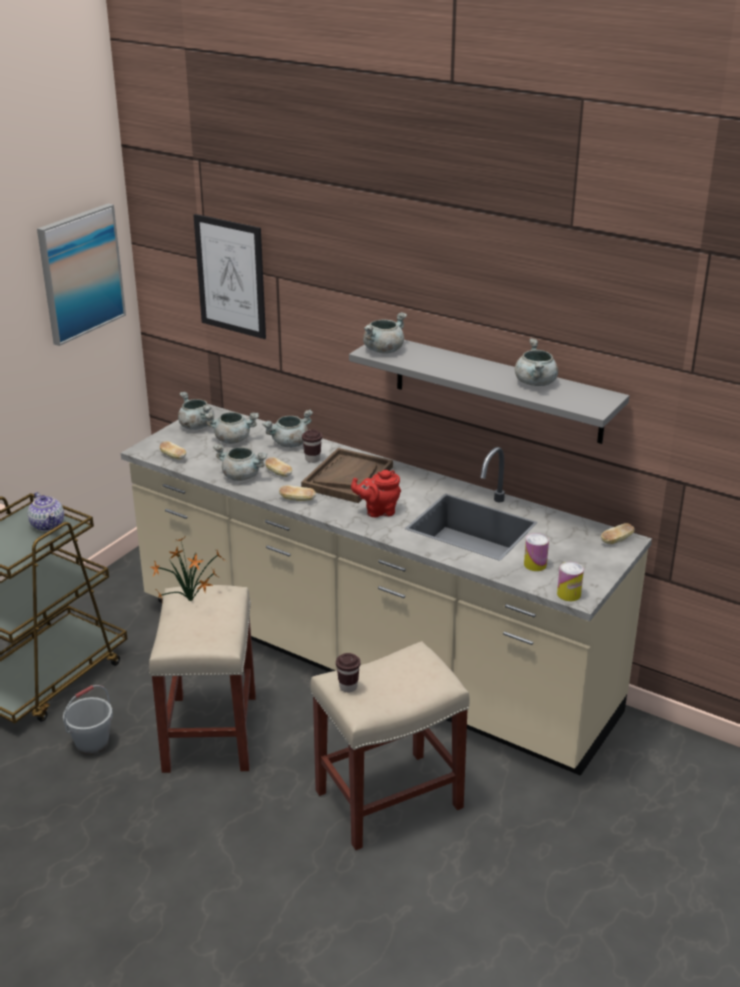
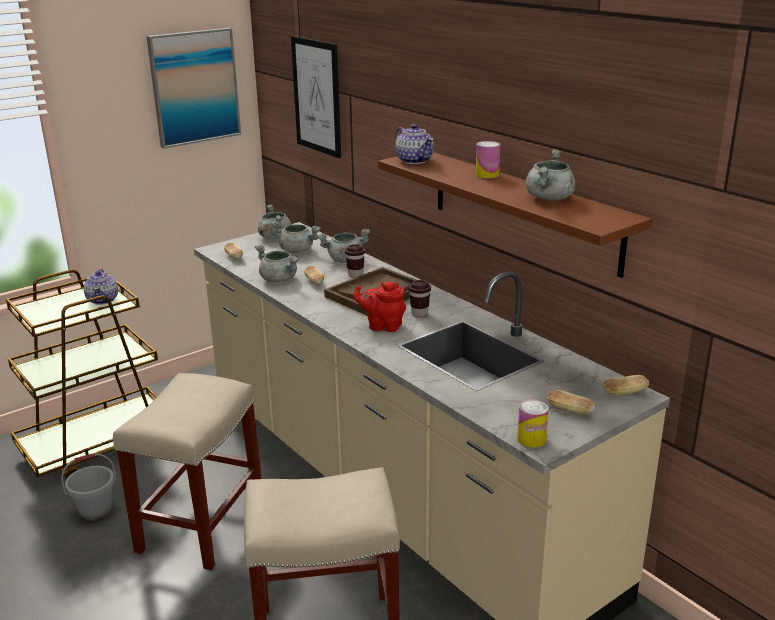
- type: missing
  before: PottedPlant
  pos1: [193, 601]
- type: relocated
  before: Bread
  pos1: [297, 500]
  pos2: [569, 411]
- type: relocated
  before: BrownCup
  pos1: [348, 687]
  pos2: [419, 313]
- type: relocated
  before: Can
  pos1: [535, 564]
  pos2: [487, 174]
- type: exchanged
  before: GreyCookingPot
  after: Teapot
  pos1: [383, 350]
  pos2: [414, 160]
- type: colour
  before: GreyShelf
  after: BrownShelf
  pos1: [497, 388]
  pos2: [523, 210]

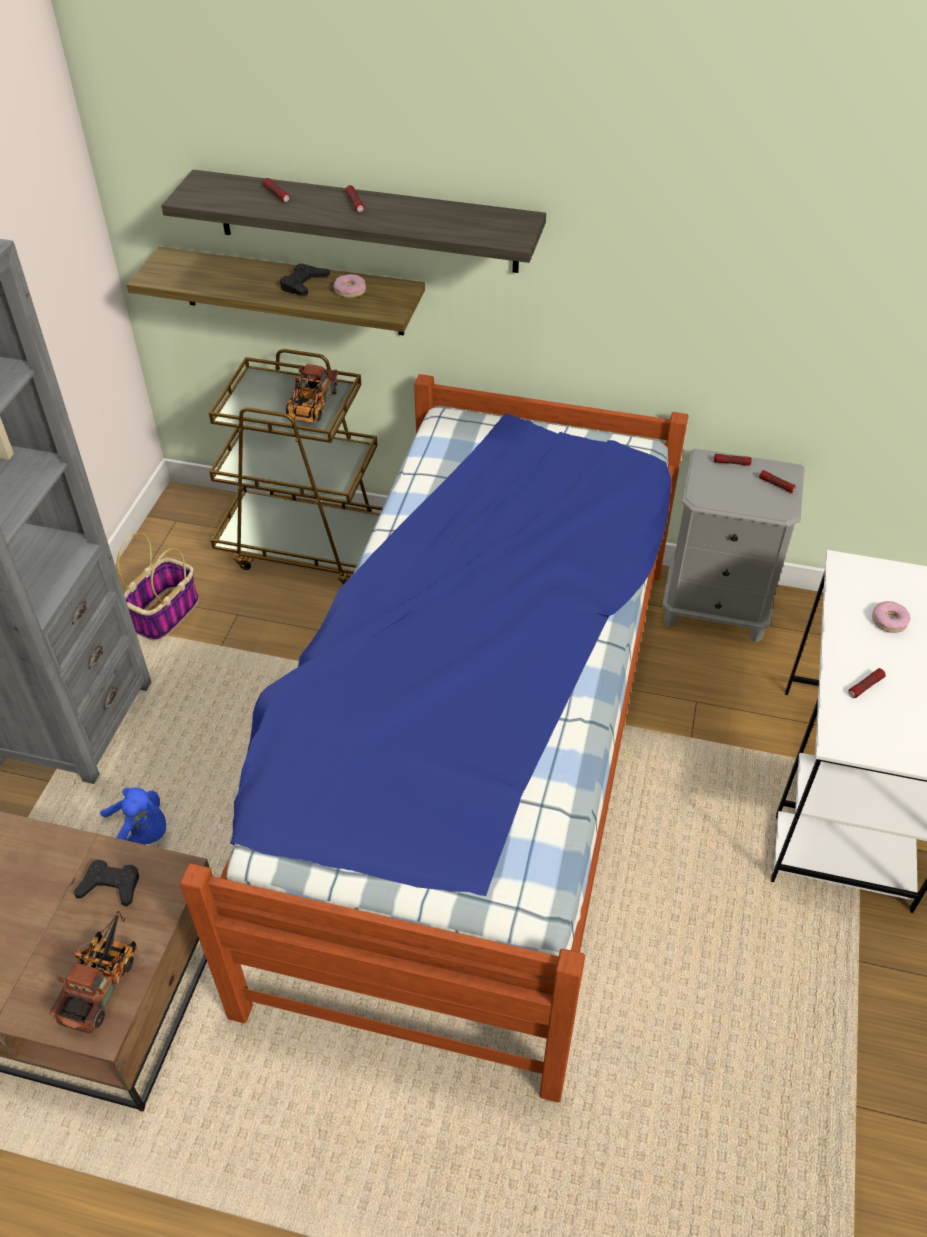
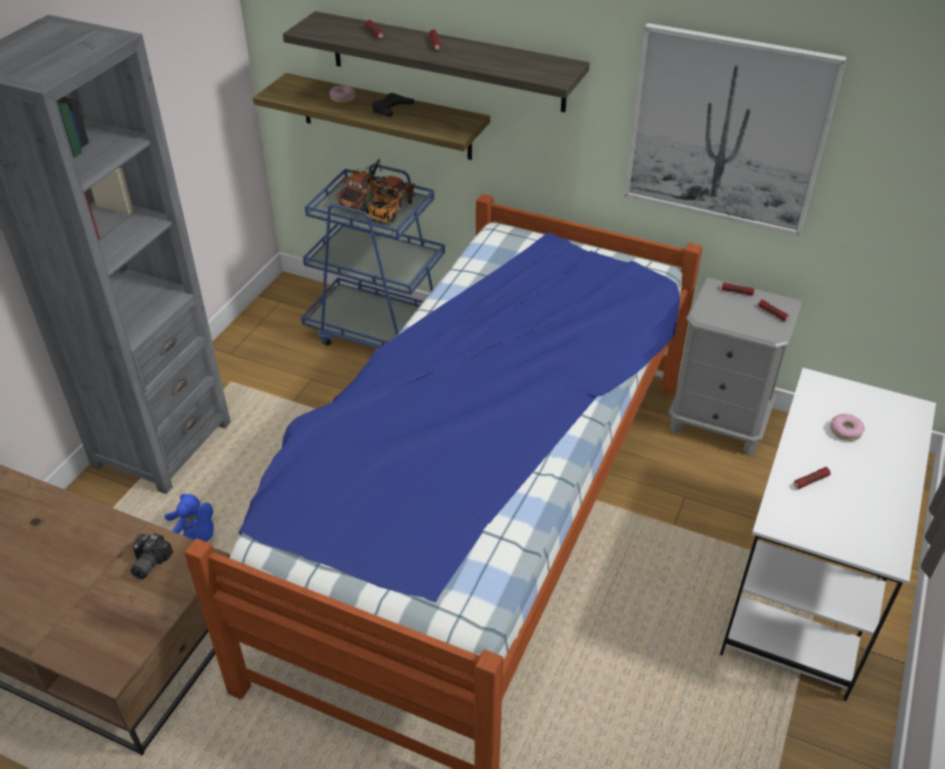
- type: missing
  before: Basket
  pos1: [166, 613]
- type: appeared
  after: Picture
  pos2: [726, 130]
- type: relocated
  before: ToyTruck
  pos1: [103, 981]
  pos2: [365, 198]
- type: relocated
  before: Donut
  pos1: [350, 291]
  pos2: [343, 98]
- type: exchanged
  before: BlackGameController
  after: PhotoCamera
  pos1: [110, 886]
  pos2: [147, 563]
- type: colour
  before: BrownCart
  after: BlueCart
  pos1: [308, 546]
  pos2: [381, 333]

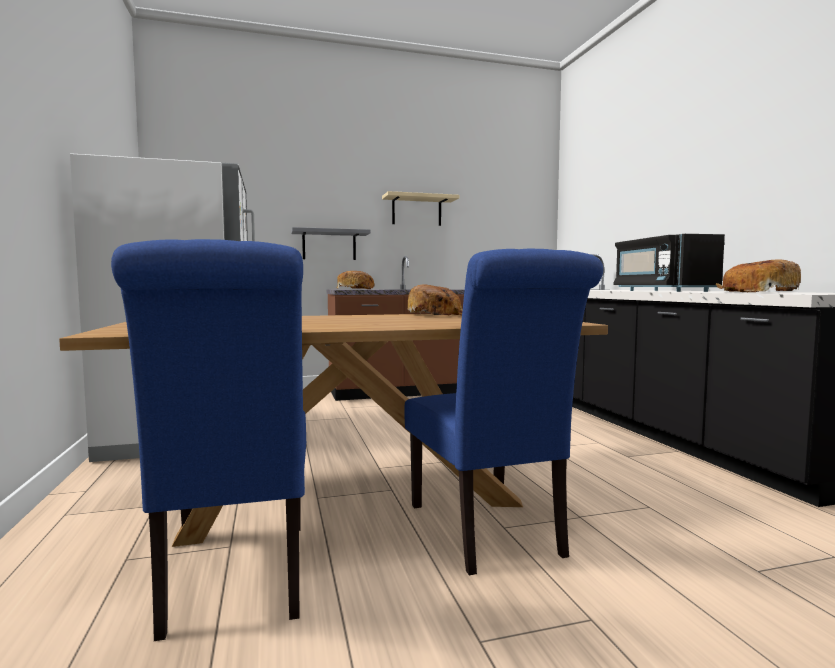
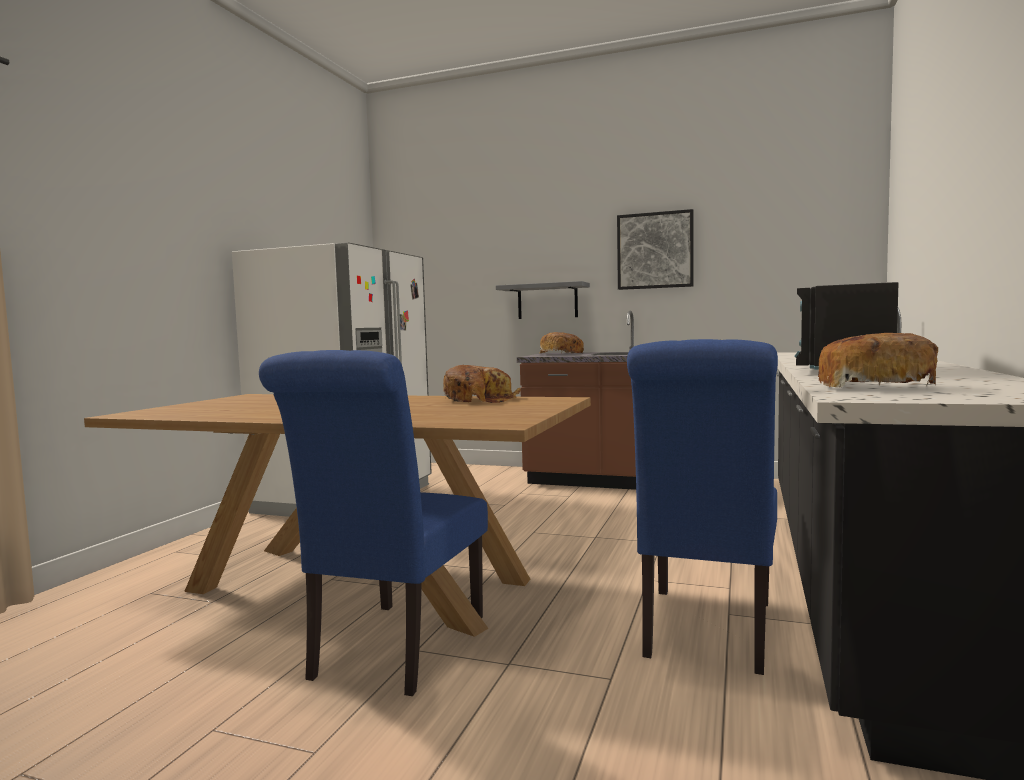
- type: relocated
  before: BlueChair
  pos1: [236, 581]
  pos2: [706, 633]
- type: exchanged
  before: BeigeShelf
  after: Picture
  pos1: [416, 211]
  pos2: [655, 250]

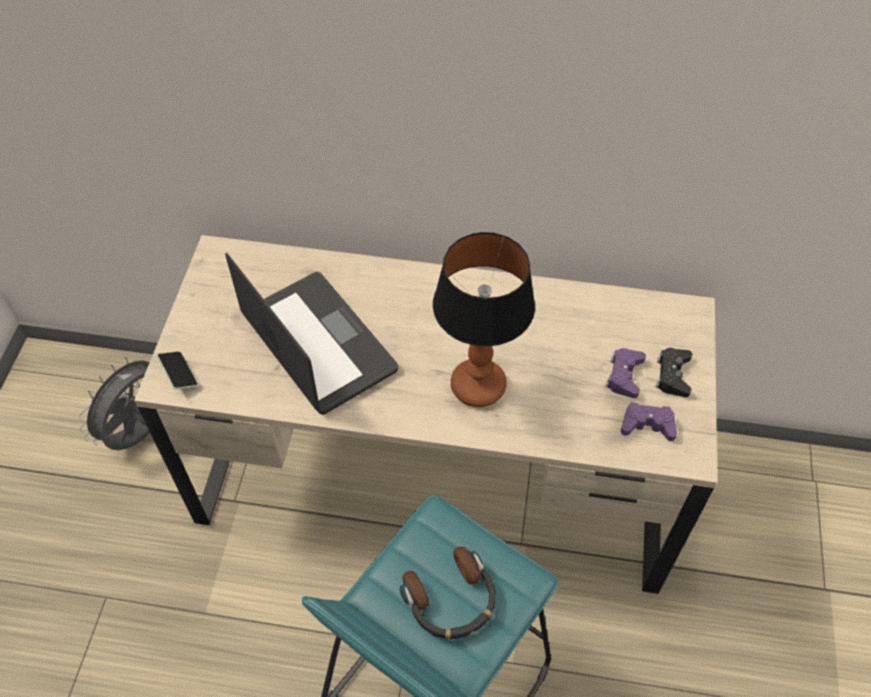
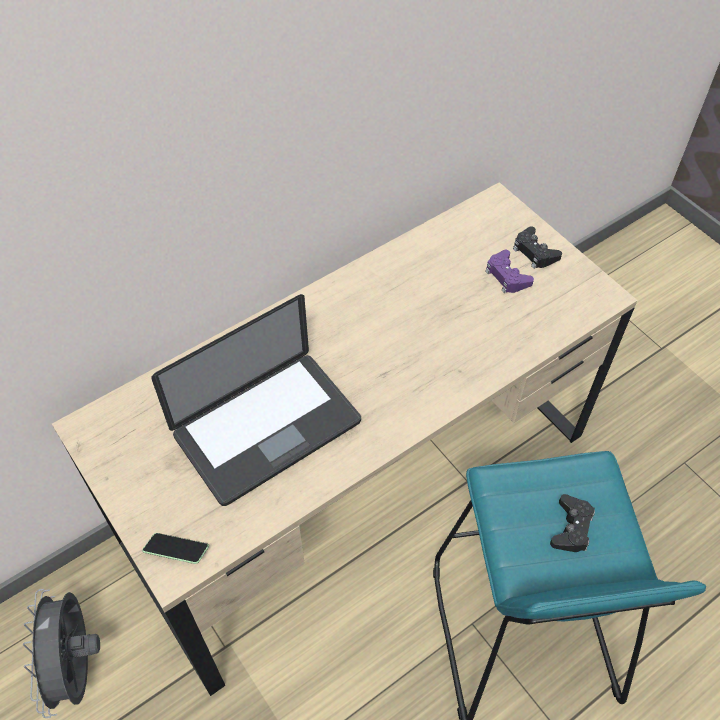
- type: missing
  before: TableLamp
  pos1: [479, 386]
- type: missing
  before: PurpleGameController
  pos1: [647, 425]
- type: exchanged
  before: Headphones
  after: BlackGameController
  pos1: [451, 600]
  pos2: [571, 528]
- type: spun
  before: Laptop
  pos1: [318, 343]
  pos2: [267, 428]
  turn: 135

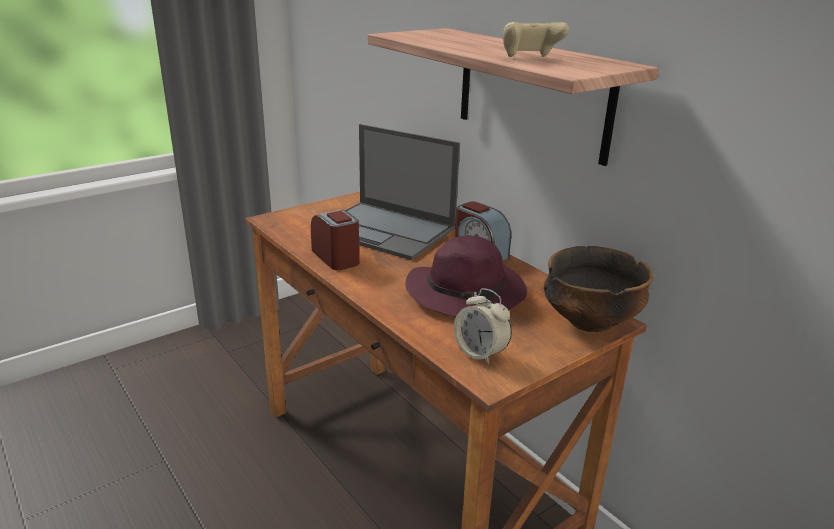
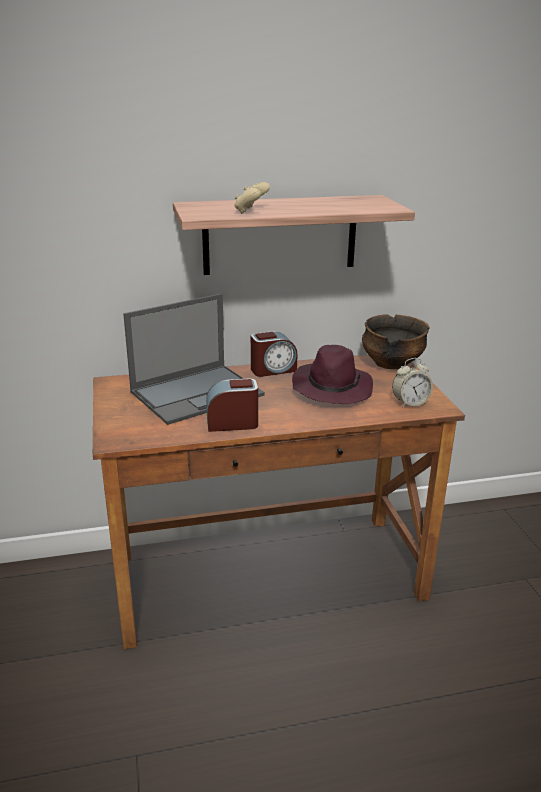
- type: relocated
  before: BeigeGameController
  pos1: [529, 58]
  pos2: [251, 211]

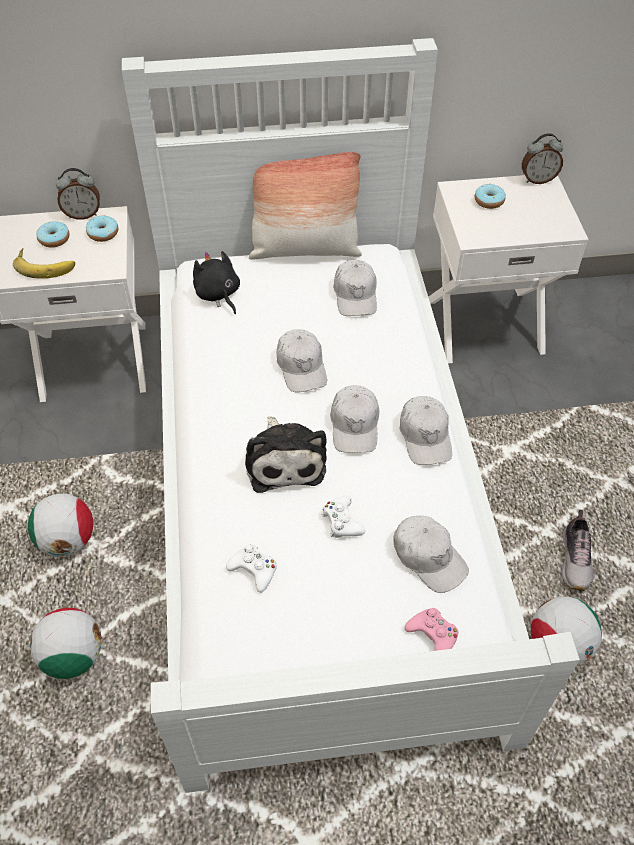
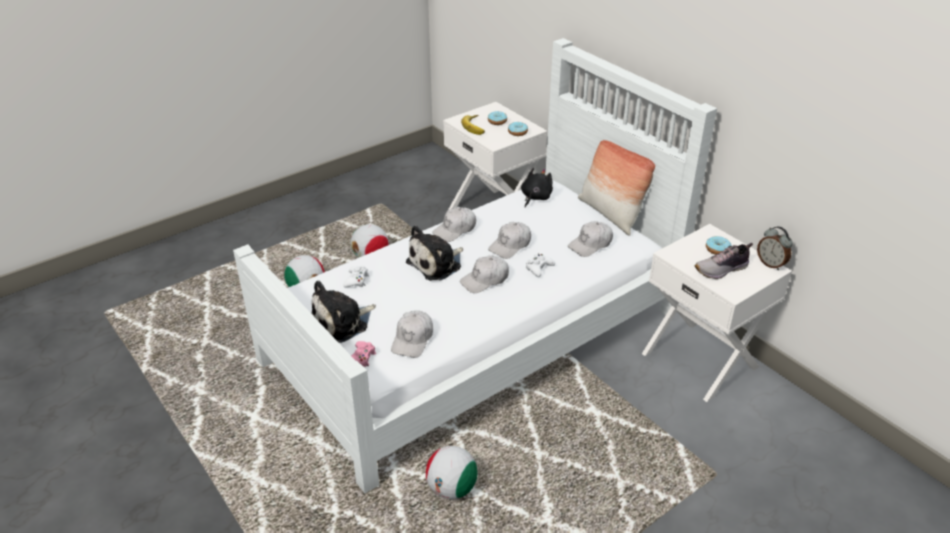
- type: missing
  before: AlarmClock
  pos1: [83, 214]
- type: appeared
  after: PlushToy
  pos2: [342, 323]
- type: relocated
  before: WhiteGameController
  pos1: [342, 521]
  pos2: [538, 268]
- type: relocated
  before: WhiteCap
  pos1: [425, 436]
  pos2: [455, 230]
- type: relocated
  before: Shoe
  pos1: [576, 559]
  pos2: [722, 270]

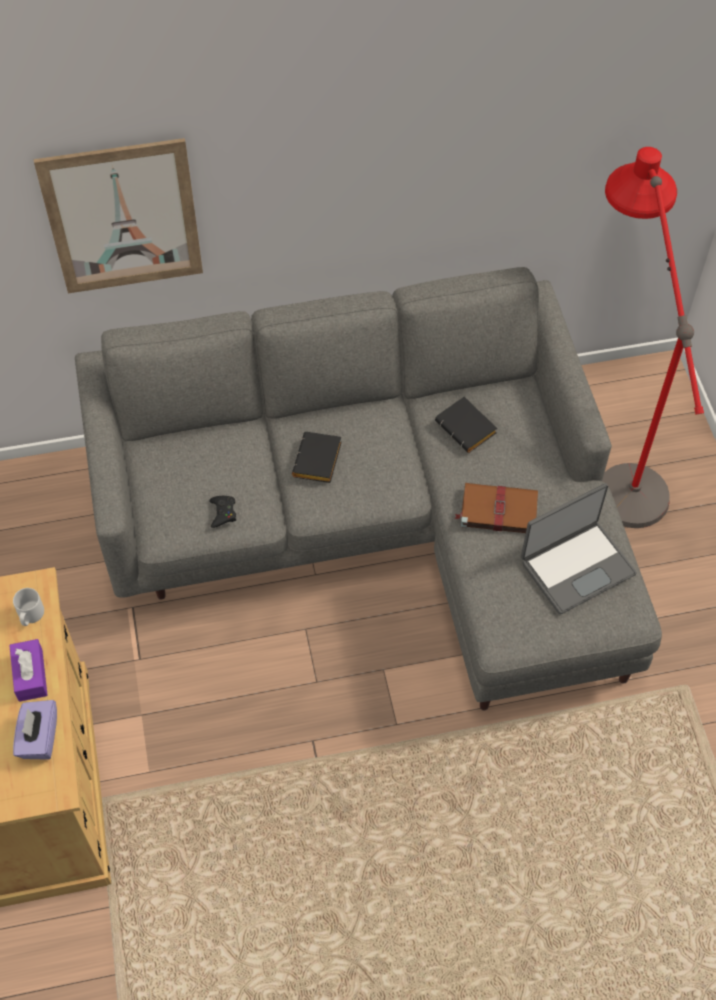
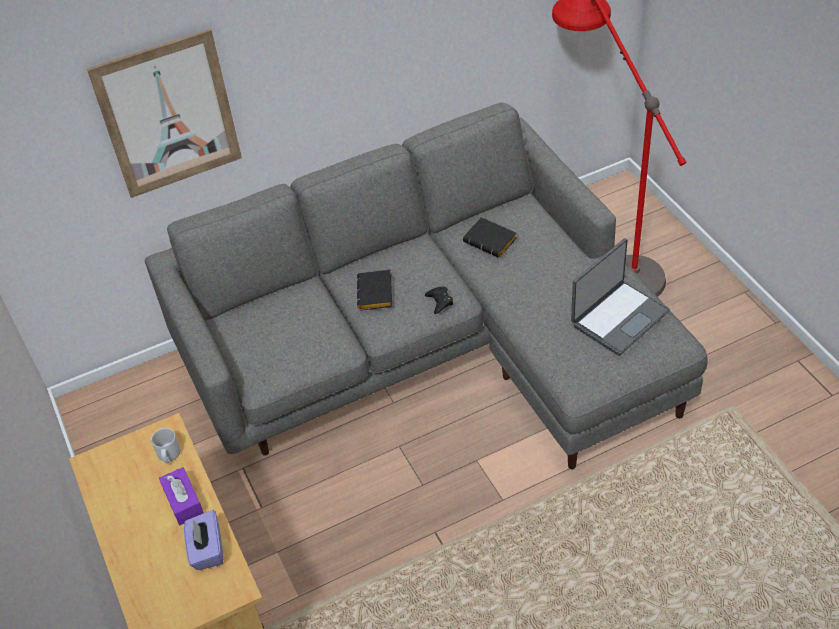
- type: missing
  before: BrownBook
  pos1: [497, 510]
- type: relocated
  before: BlackGameController
  pos1: [223, 513]
  pos2: [439, 301]

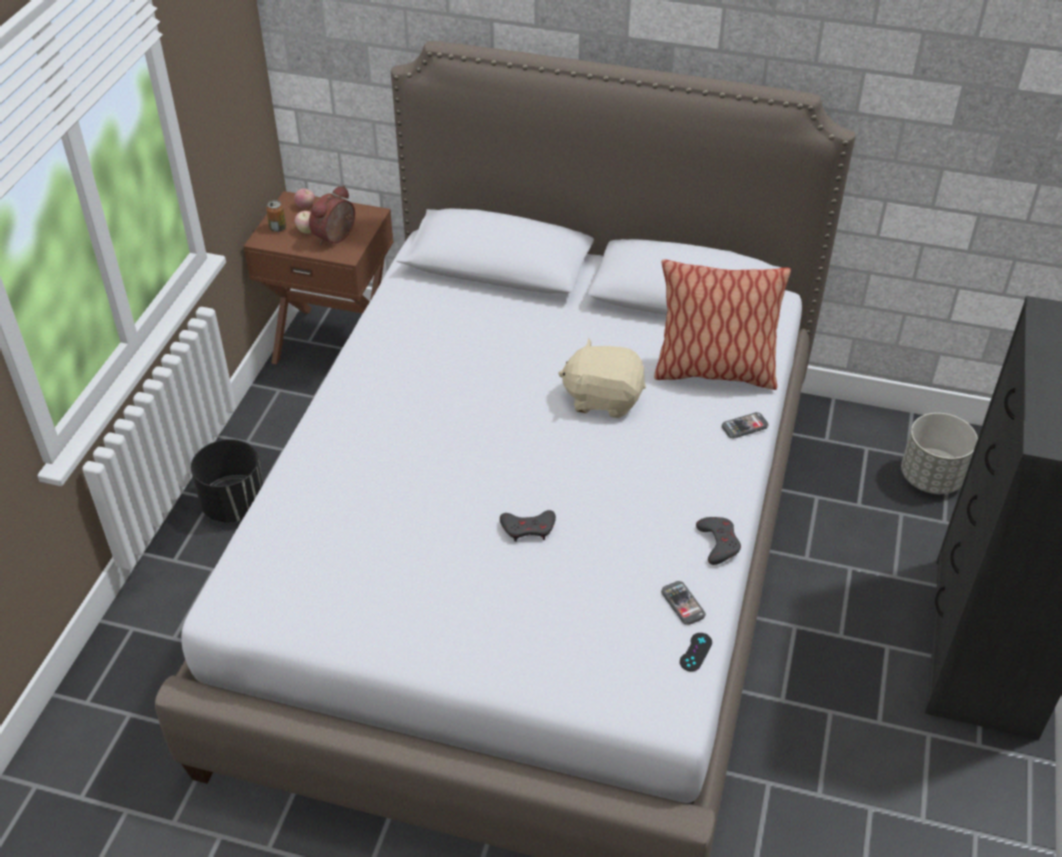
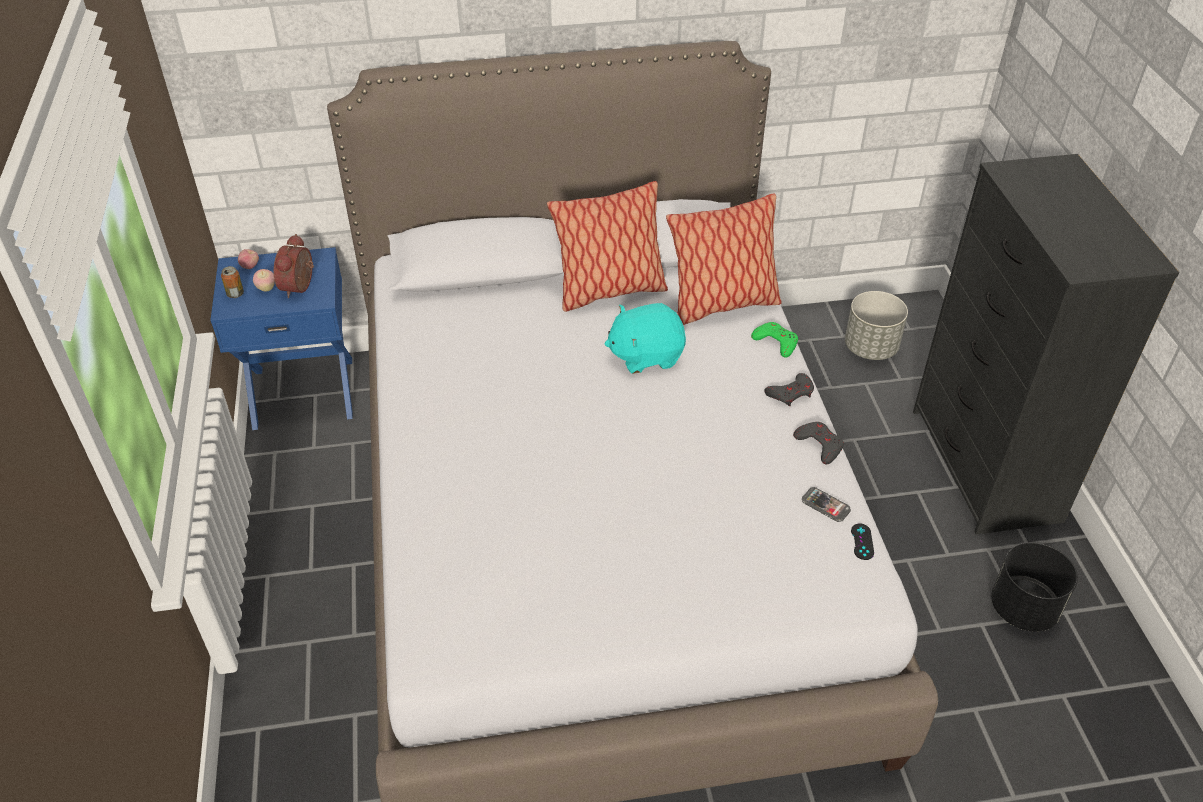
- type: appeared
  after: Pillow
  pos2: [609, 291]
- type: relocated
  before: BlackPlanter
  pos1: [235, 504]
  pos2: [1023, 608]
- type: relocated
  before: GreyGameController
  pos1: [528, 528]
  pos2: [791, 393]
- type: exchanged
  before: Phone
  after: GreenGameController
  pos1: [744, 426]
  pos2: [776, 342]
- type: colour
  before: BrownNightstand
  after: BlueNightstand
  pos1: [335, 342]
  pos2: [303, 391]
- type: colour
  before: BeigePlushToy
  after: TurquoisePlushToy
  pos1: [603, 398]
  pos2: [646, 355]

